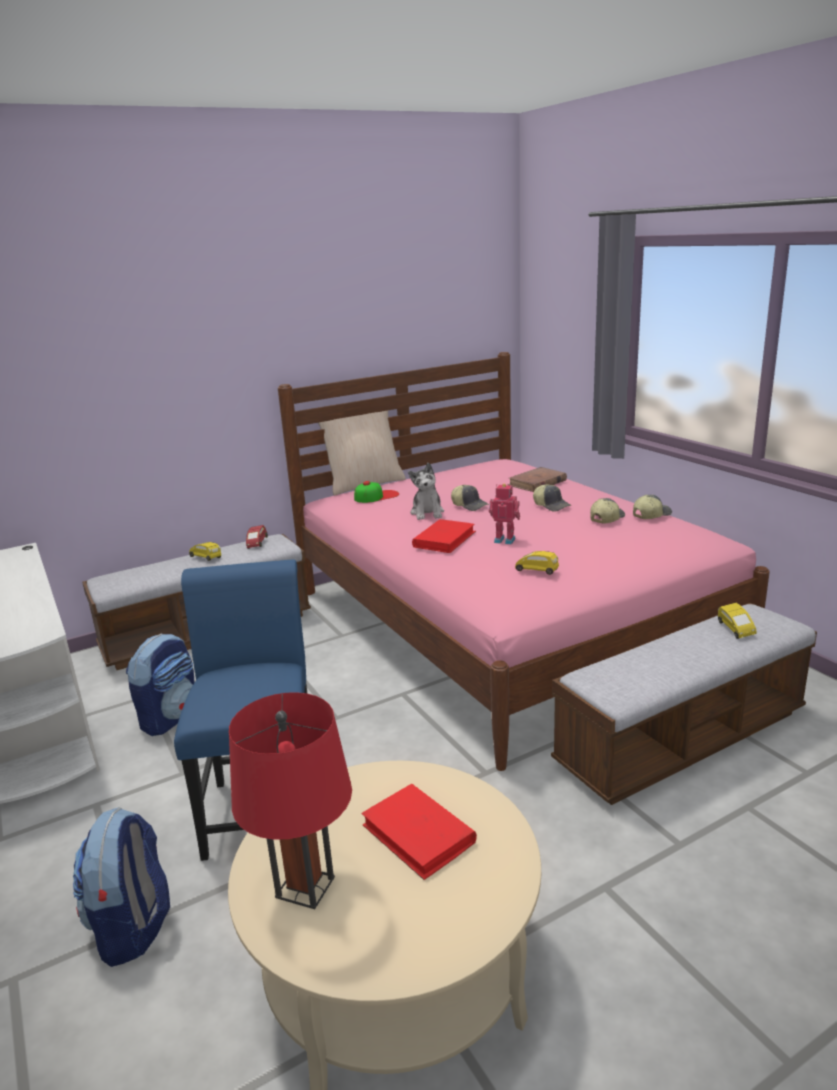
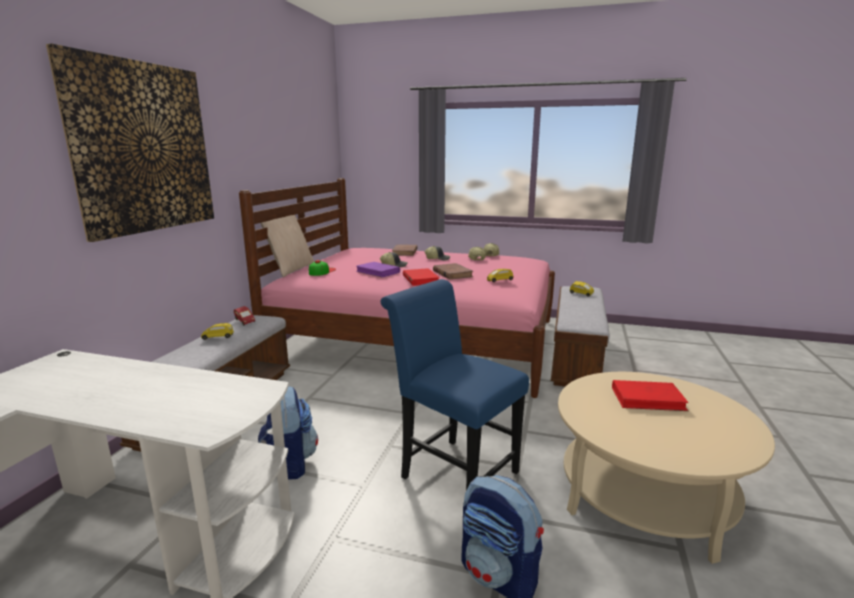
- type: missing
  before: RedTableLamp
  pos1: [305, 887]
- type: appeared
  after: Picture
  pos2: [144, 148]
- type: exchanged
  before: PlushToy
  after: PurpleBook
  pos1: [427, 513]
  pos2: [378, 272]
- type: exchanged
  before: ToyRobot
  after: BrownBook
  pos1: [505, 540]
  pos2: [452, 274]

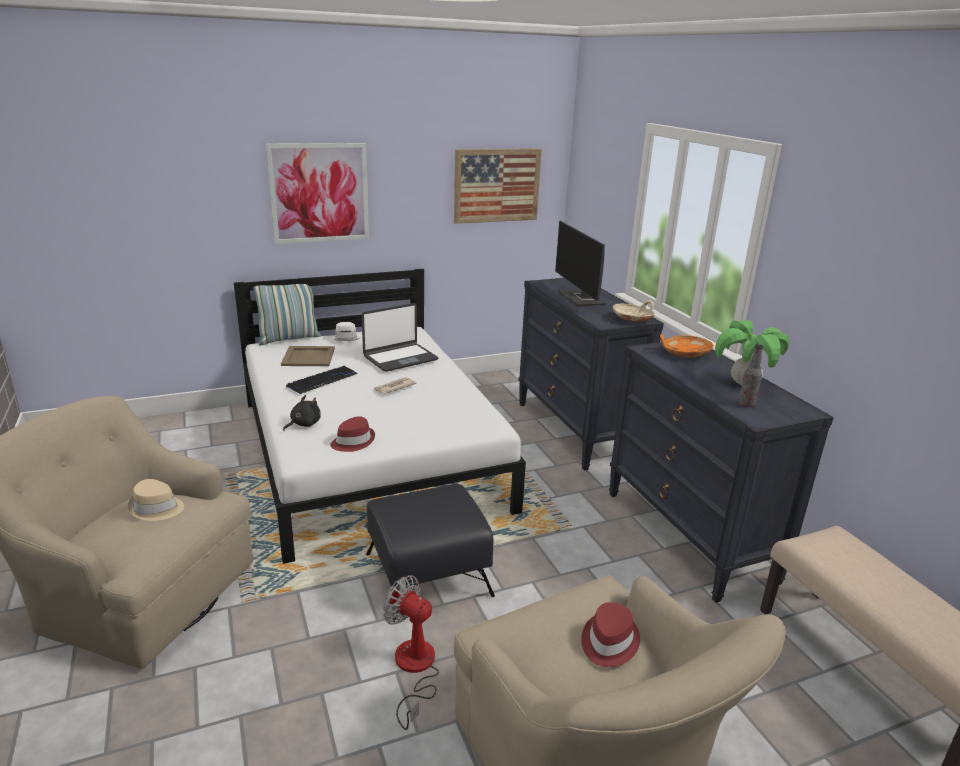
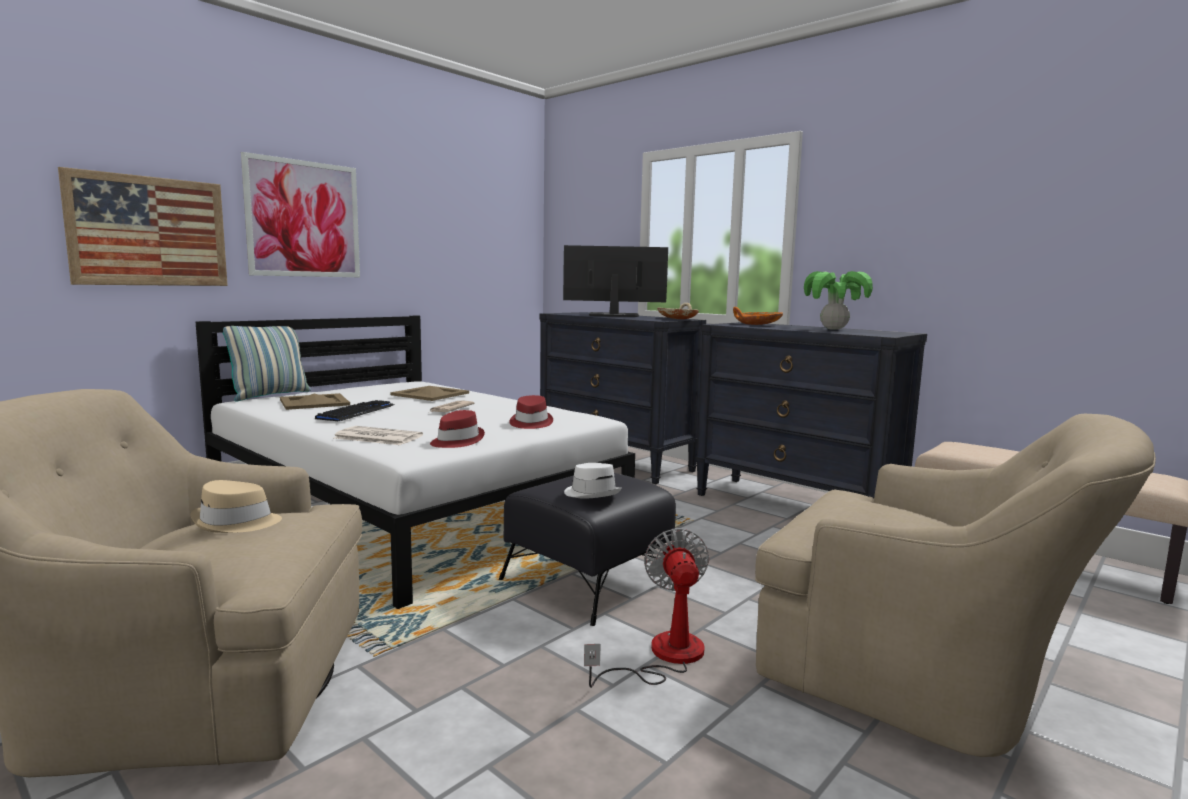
- type: missing
  before: Bottle
  pos1: [746, 404]
- type: relocated
  before: WhiteHat
  pos1: [346, 338]
  pos2: [592, 493]
- type: relocated
  before: Picture
  pos1: [497, 185]
  pos2: [149, 231]
- type: relocated
  before: RedHat
  pos1: [608, 642]
  pos2: [530, 423]
- type: exchanged
  before: BlackPlushToy
  after: Newspaper
  pos1: [303, 424]
  pos2: [376, 437]
- type: exchanged
  before: Laptop
  after: BeigeTray
  pos1: [400, 358]
  pos2: [430, 394]
- type: spun
  before: Fan
  pos1: [414, 669]
  pos2: [663, 656]
  turn: 75
- type: spun
  before: Monitor
  pos1: [582, 298]
  pos2: [612, 316]
  turn: 135

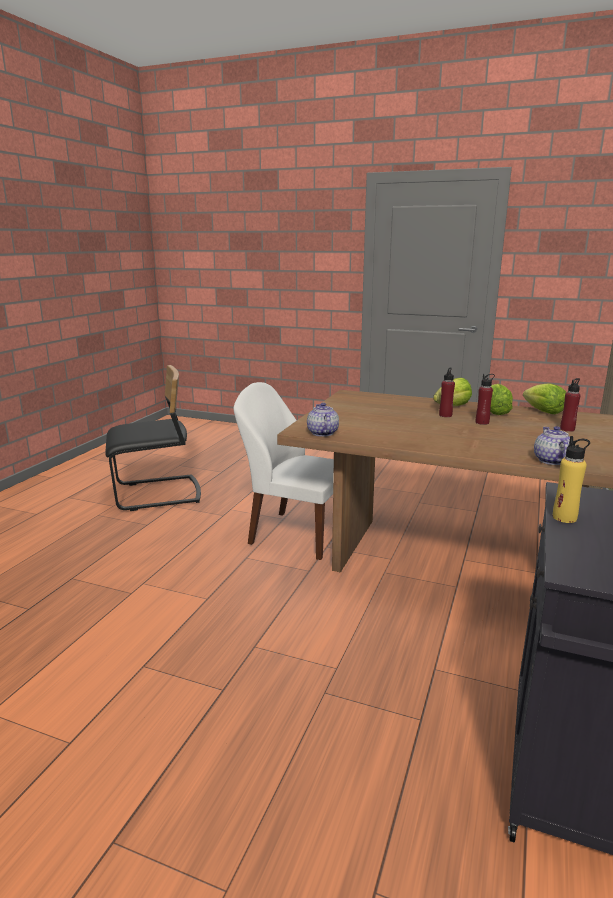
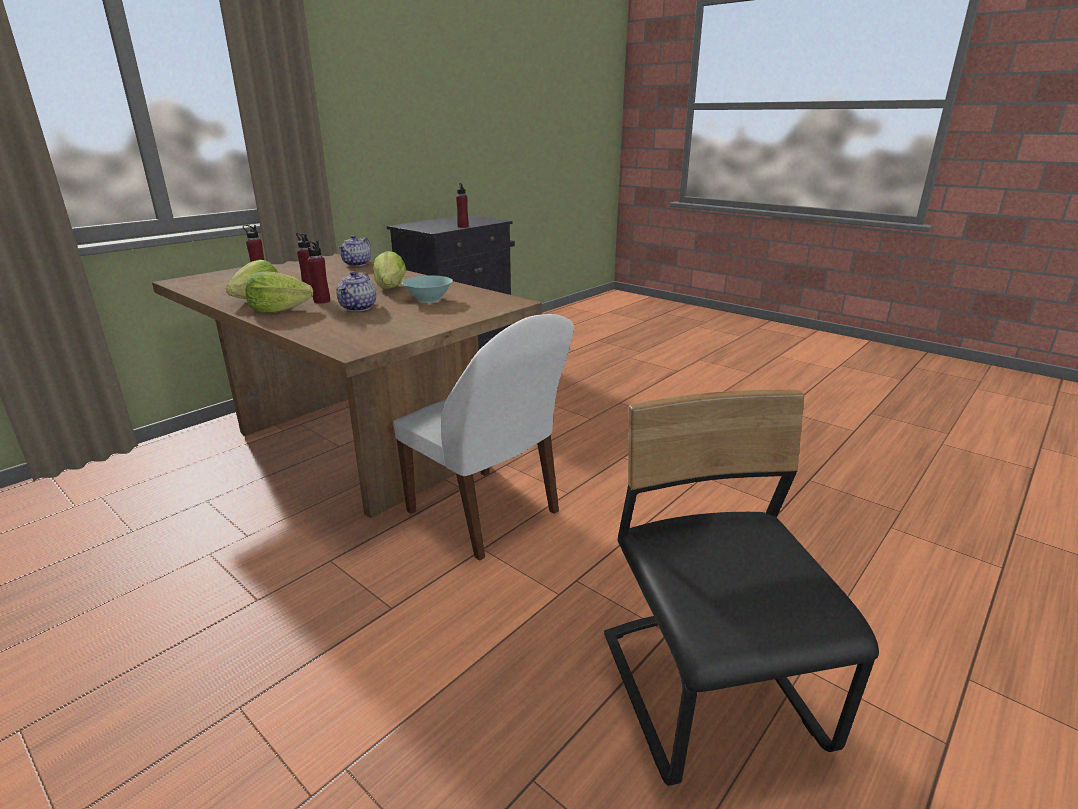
- type: appeared
  after: TurquoiseBowl
  pos2: [428, 299]
- type: relocated
  before: Teapot
  pos1: [322, 433]
  pos2: [358, 308]
- type: relocated
  before: Lettuce
  pos1: [543, 411]
  pos2: [390, 288]
- type: colour
  before: YellowBottle
  after: RedBottle
  pos1: [564, 518]
  pos2: [463, 226]
- type: spun
  before: BlackChair
  pos1: [157, 494]
  pos2: [710, 692]
  turn: 75

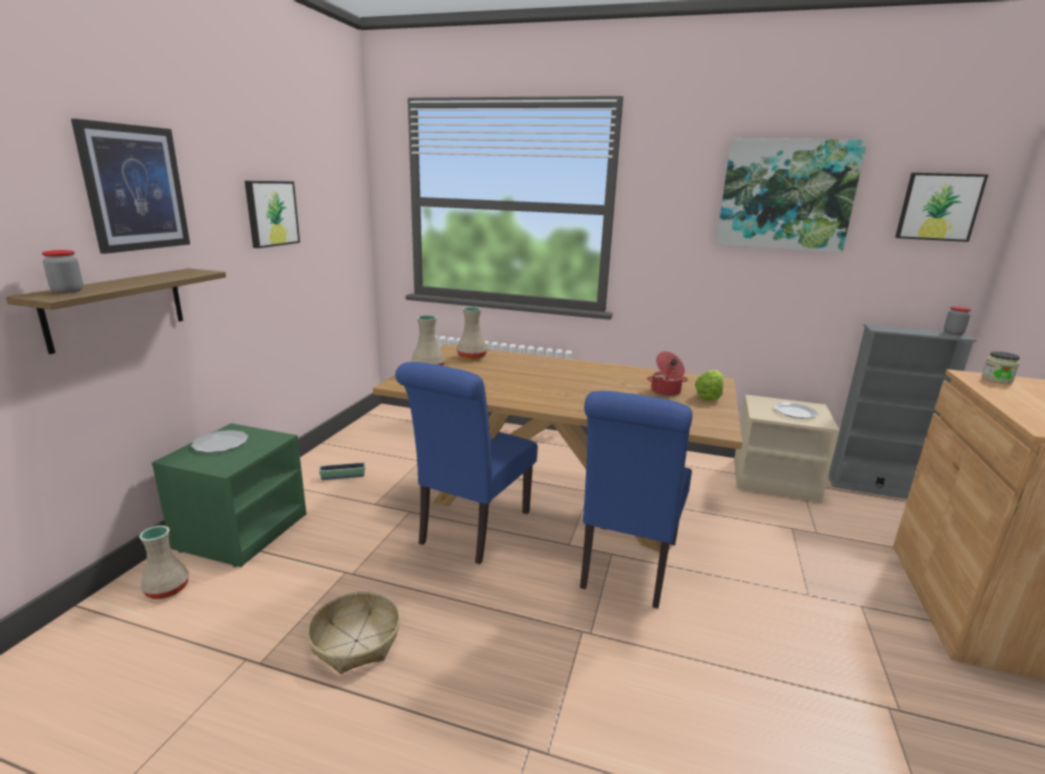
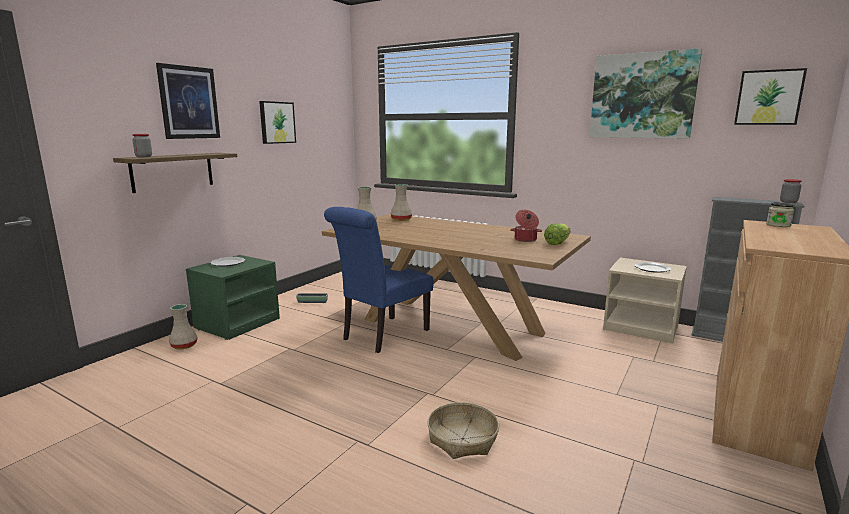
- type: missing
  before: BlueChair
  pos1: [627, 568]
- type: relocated
  before: Basket
  pos1: [356, 641]
  pos2: [463, 439]

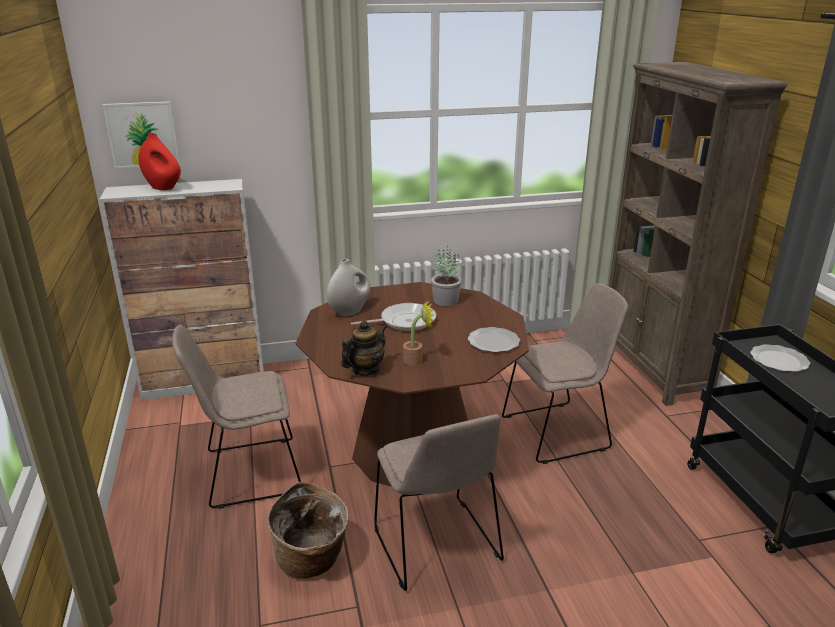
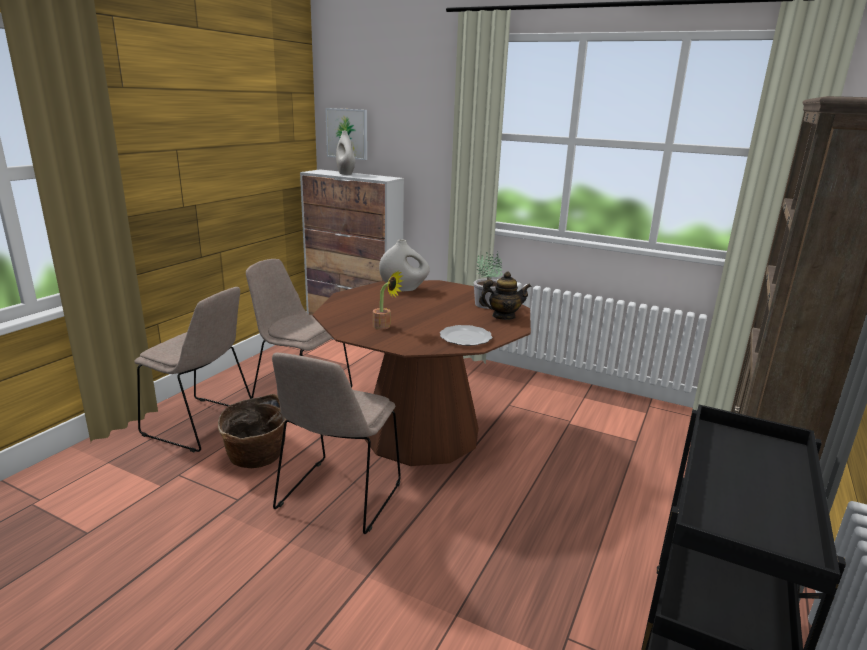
- type: missing
  before: FryingPan
  pos1: [404, 321]
- type: missing
  before: Plate
  pos1: [779, 361]
- type: relocated
  before: Teapot
  pos1: [365, 370]
  pos2: [503, 316]
- type: relocated
  before: BeigeChair
  pos1: [558, 432]
  pos2: [202, 425]
- type: colour
  before: RedVase
  after: WhiteVase
  pos1: [163, 187]
  pos2: [346, 173]

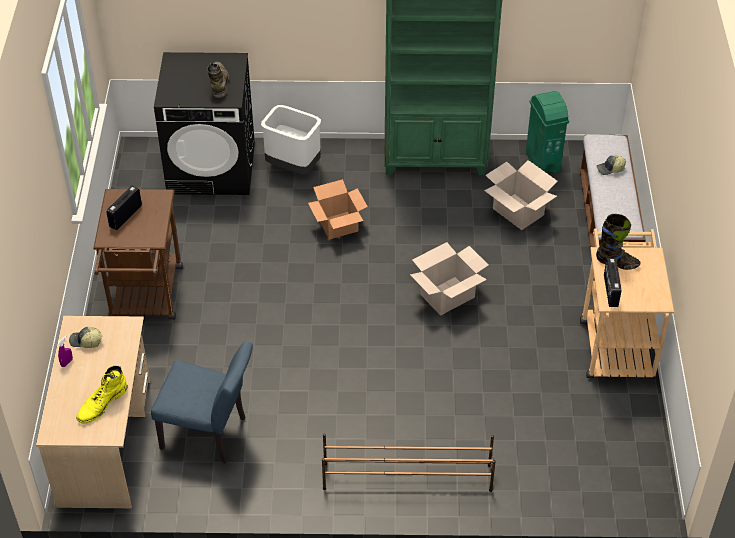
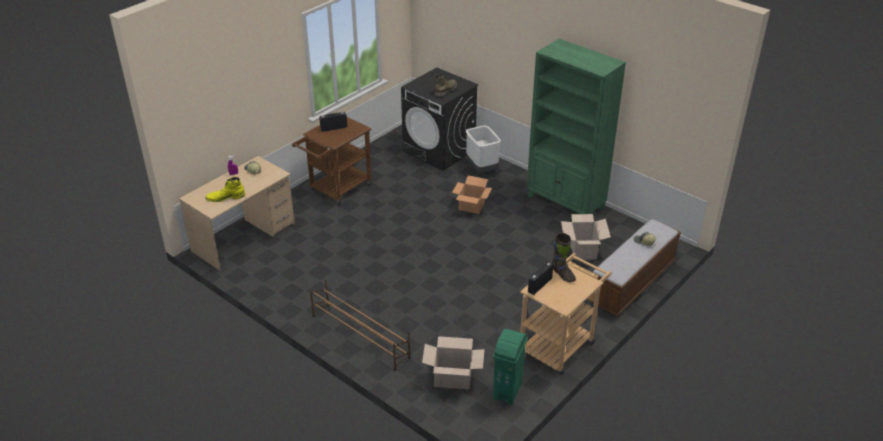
- type: missing
  before: BlueChair
  pos1: [210, 434]
- type: relocated
  before: CardboardBox
  pos1: [447, 296]
  pos2: [452, 378]
- type: relocated
  before: GreenTrashCan
  pos1: [542, 162]
  pos2: [508, 390]

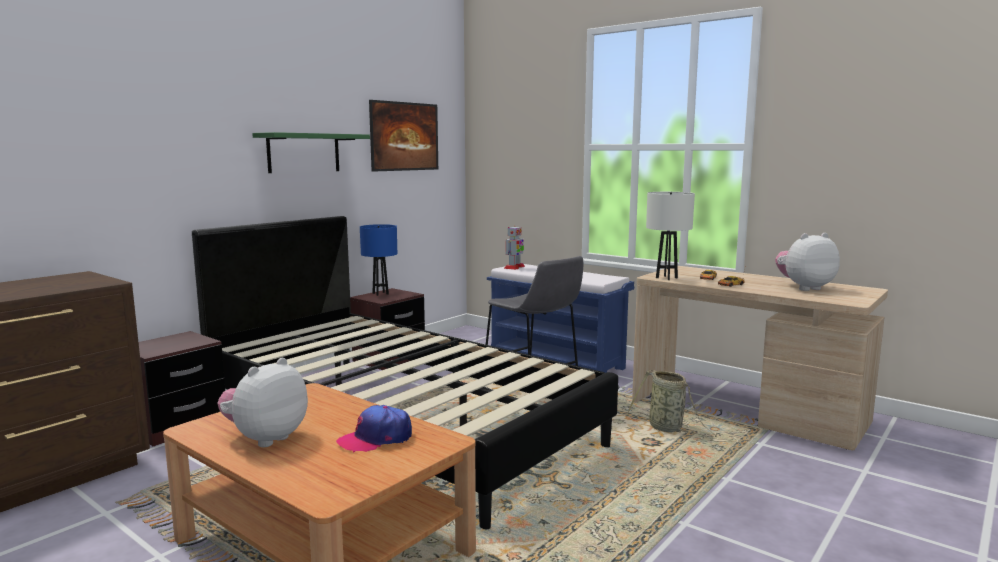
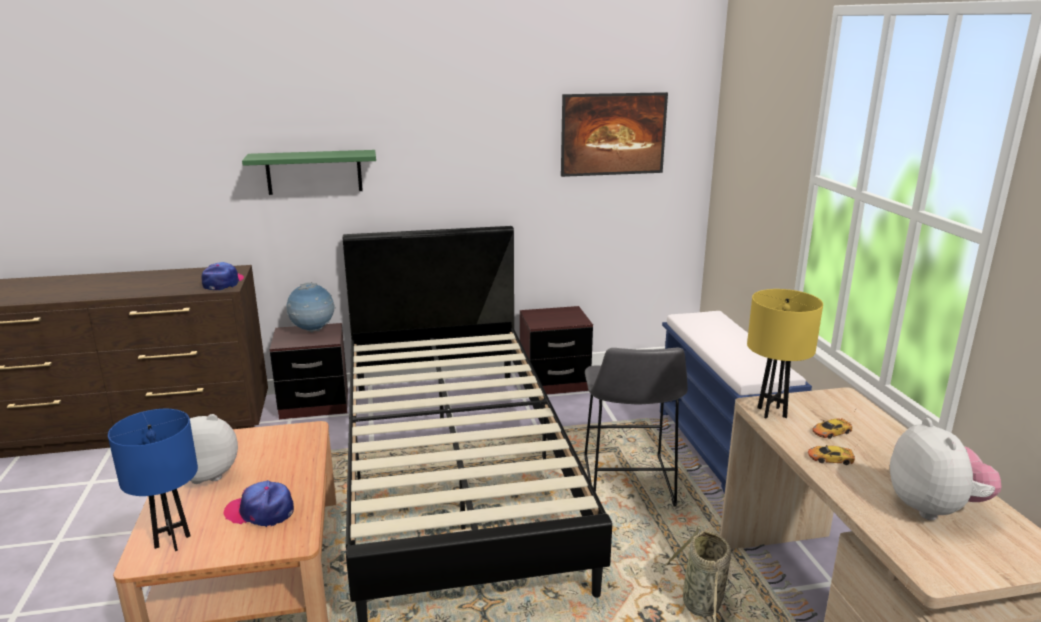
- type: missing
  before: ToyRobot
  pos1: [514, 267]
- type: appeared
  after: Cap
  pos2: [223, 282]
- type: appeared
  after: Globe
  pos2: [313, 330]
- type: relocated
  before: GreenShelf
  pos1: [304, 153]
  pos2: [314, 172]
- type: relocated
  before: BlueTableLamp
  pos1: [380, 293]
  pos2: [173, 542]
- type: colour
  before: WhiteTableLamp
  after: YellowTableLamp
  pos1: [666, 278]
  pos2: [771, 412]
- type: spun
  before: PlushToy
  pos1: [804, 288]
  pos2: [934, 509]
  turn: 60

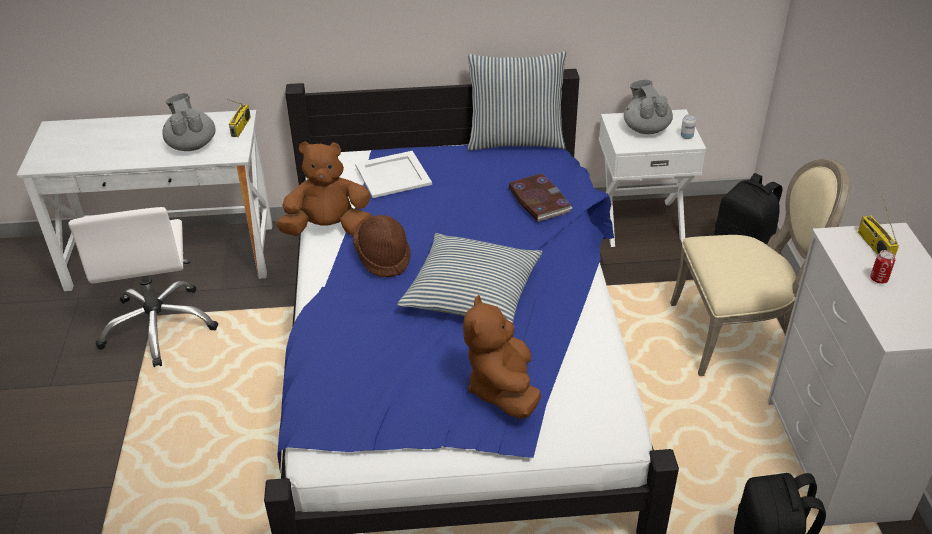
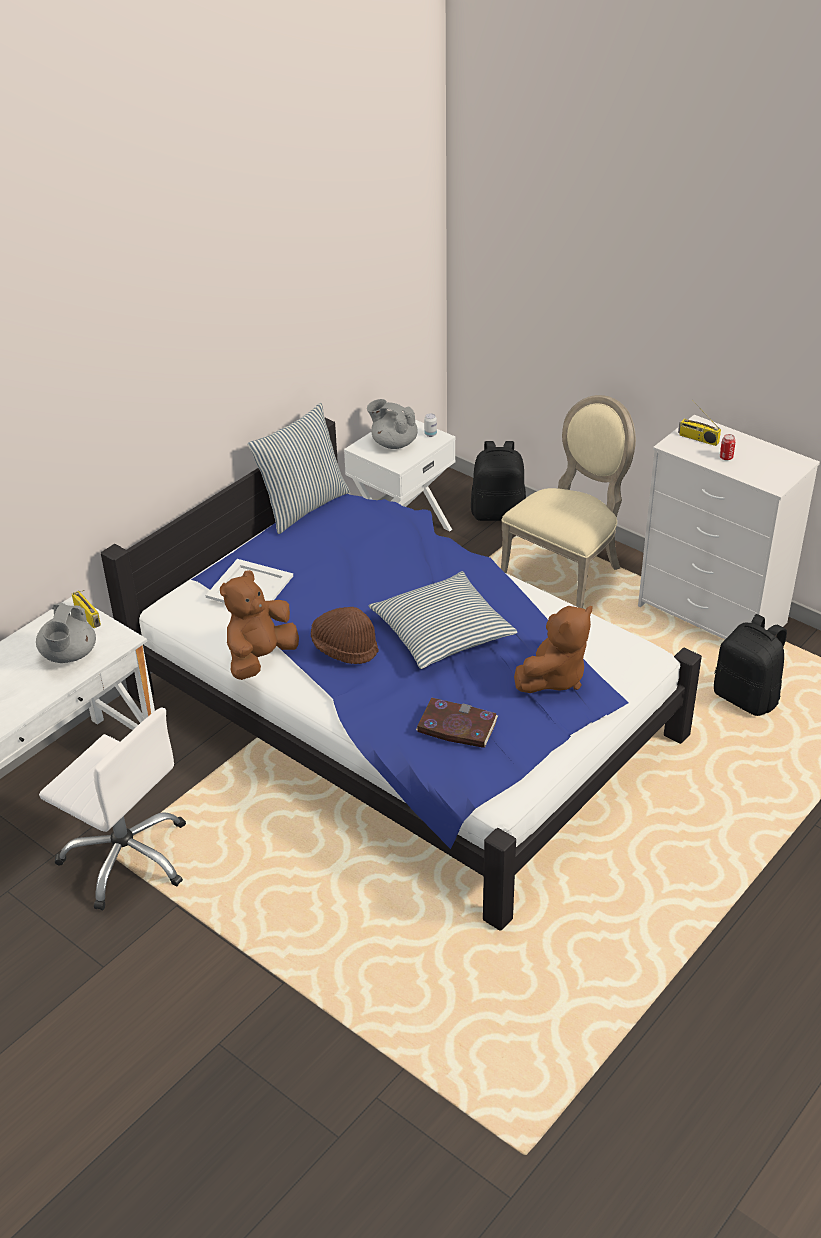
- type: relocated
  before: Book
  pos1: [538, 200]
  pos2: [456, 726]
- type: spun
  before: GreyTeapot
  pos1: [191, 145]
  pos2: [69, 655]
  turn: -105
- type: spun
  before: BrownPlushToy
  pos1: [502, 389]
  pos2: [554, 677]
  turn: -90

